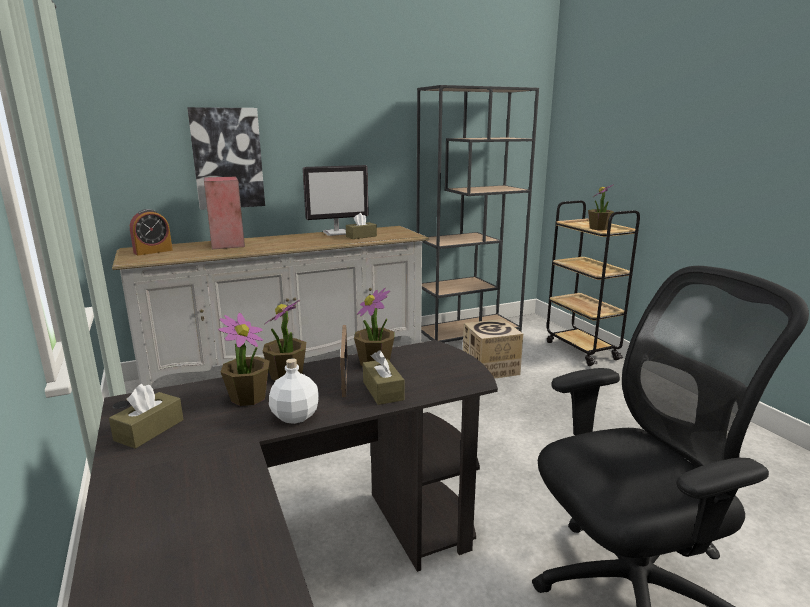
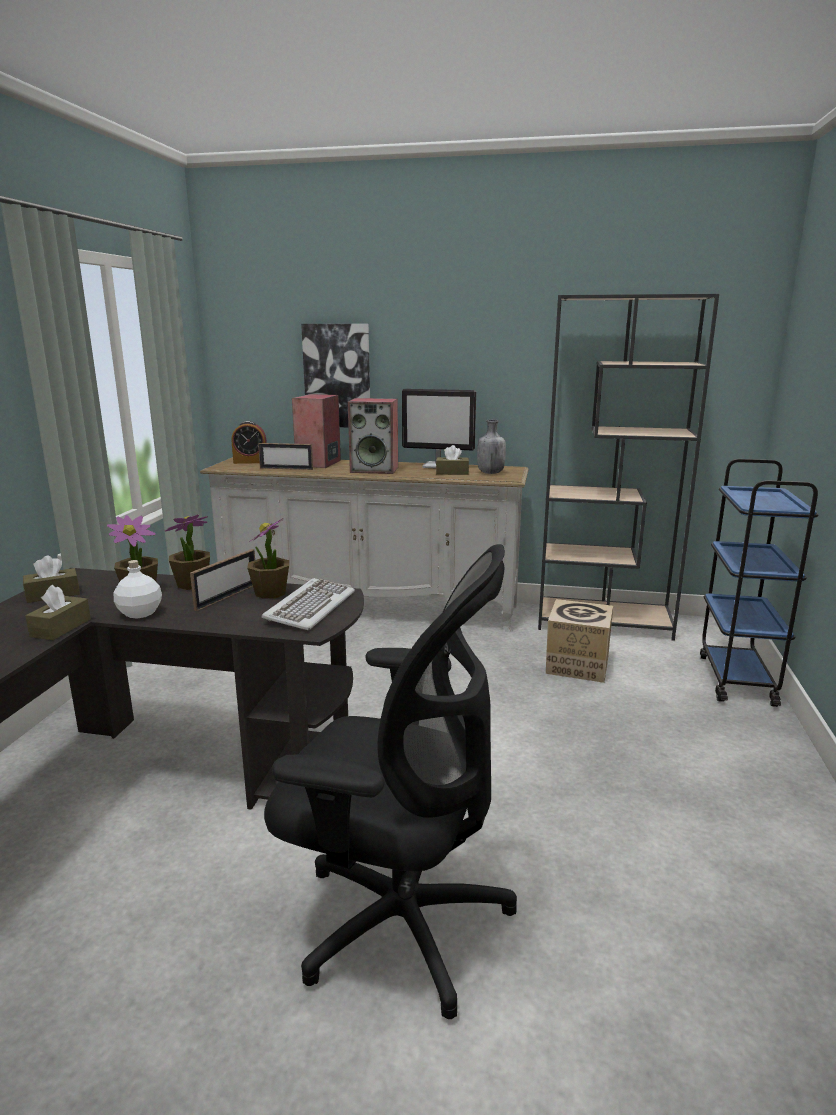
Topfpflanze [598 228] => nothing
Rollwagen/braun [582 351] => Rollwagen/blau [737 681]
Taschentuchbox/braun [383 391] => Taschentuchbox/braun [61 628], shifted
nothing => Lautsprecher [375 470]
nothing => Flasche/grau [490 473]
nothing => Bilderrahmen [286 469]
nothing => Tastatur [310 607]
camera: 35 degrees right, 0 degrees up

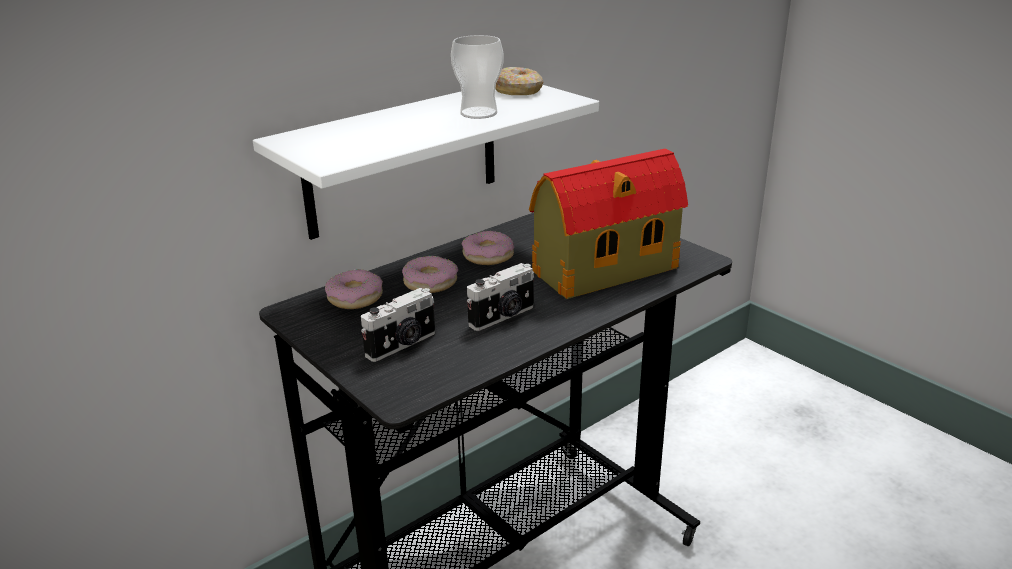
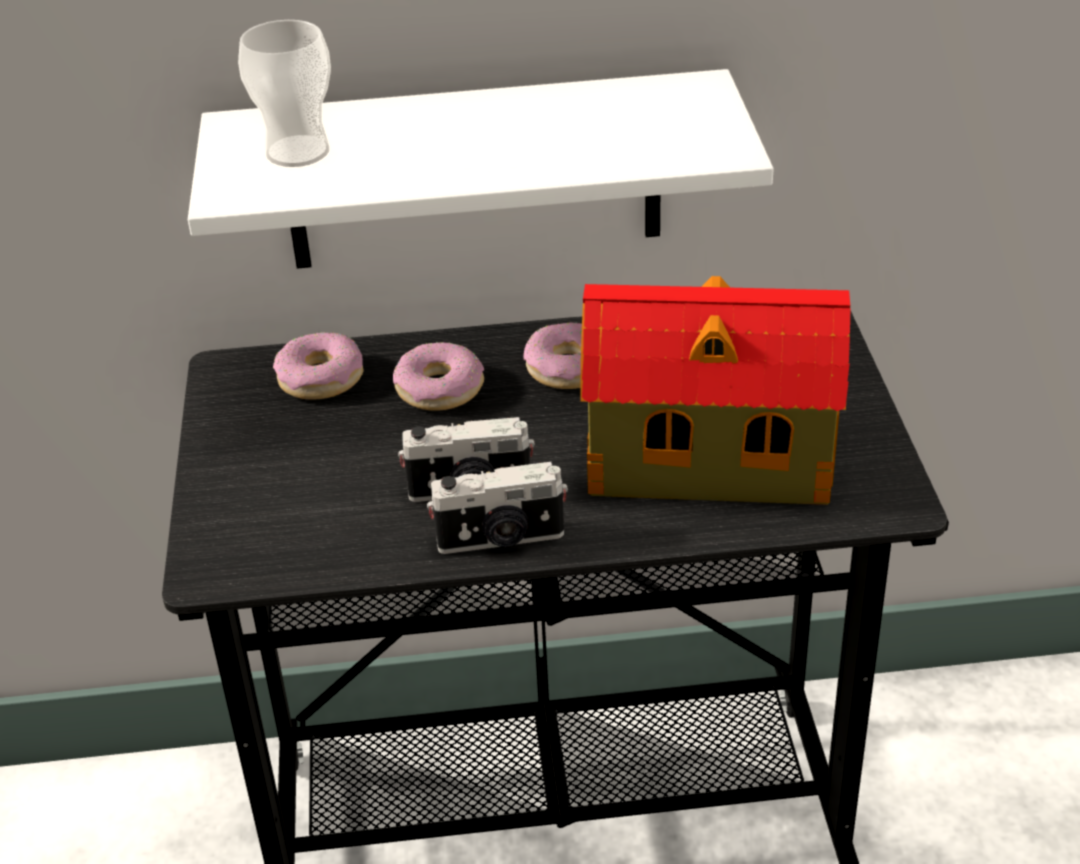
Tasse [478 113] => Tasse [297 152], shifted
Donut [518 90] => nothing
Kamera [403 345] => Kamera [501 540], shifted
camera: 35 degrees right, 10 degrees up

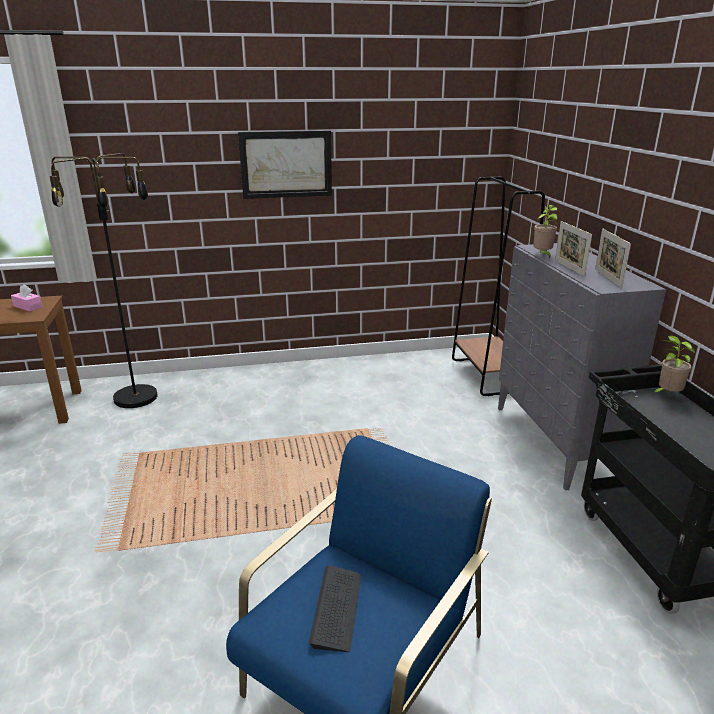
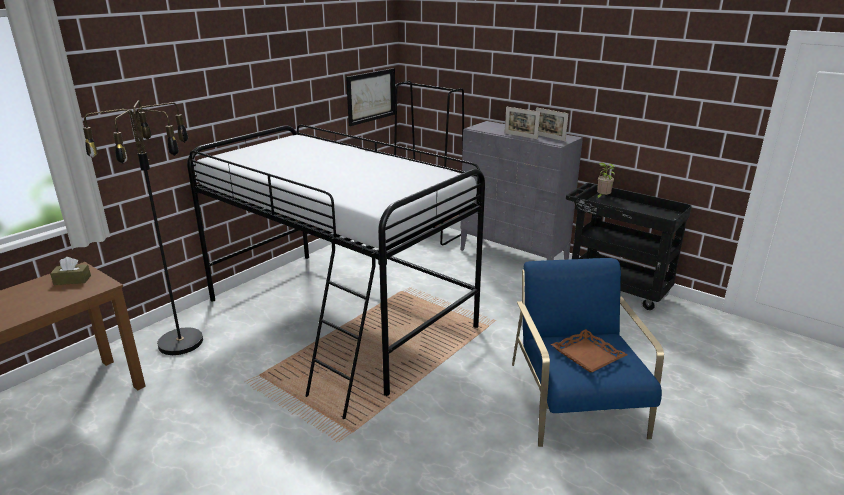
Bild [286 164] => Bild [371 96], shifted
Topfpflanze [542 255] => nothing
Taschentuchbox/rosa [28 306] => Taschentuchbox/braun [72 280]
Tastatur [336 609] => Tablett/braun [587 355]
nothing => Bett/schwarz [339 315]
camera: 40 degrees left, 0 degrees up

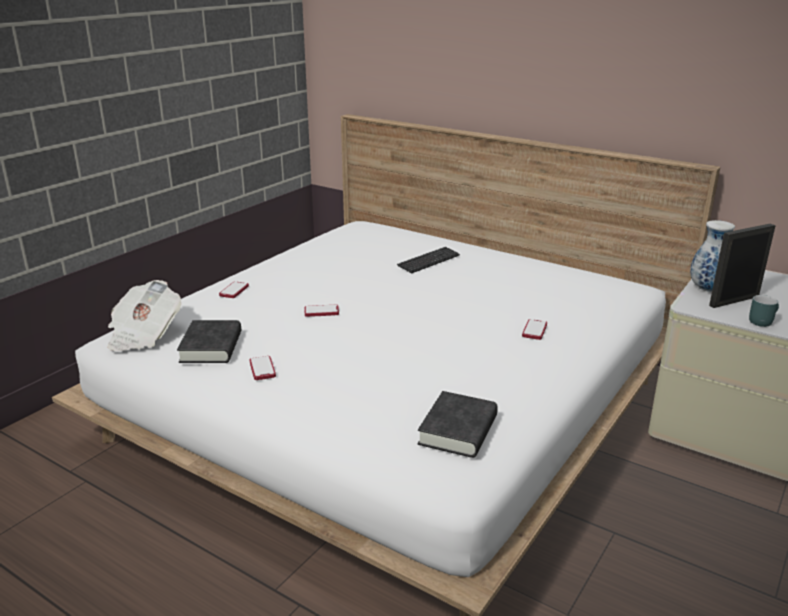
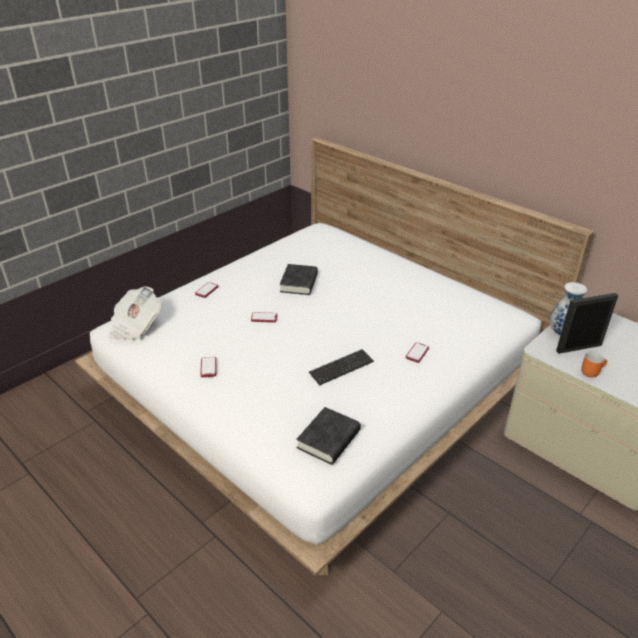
Tastatur [428 261] => Tastatur [341 368], shifted
Henkelbecher/türkis [761 321] => Henkelbecher/orange [591 371]
Buch/schwarz [211 347] => Buch/schwarz [299 283], shifted
camera: 10 degrees right, 10 degrees up

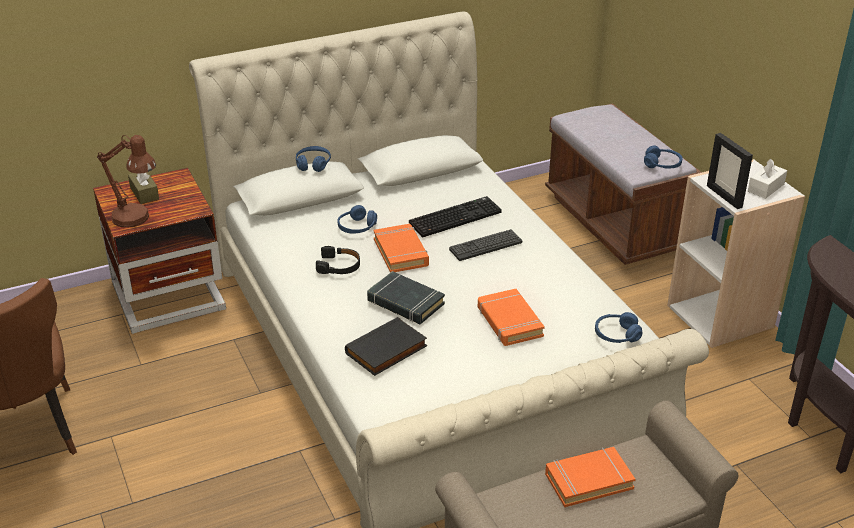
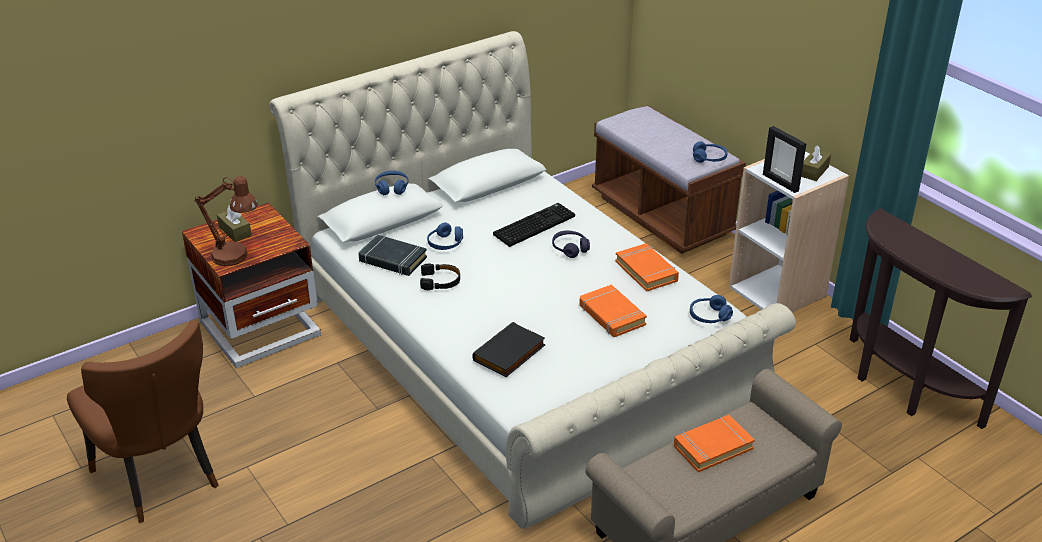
Taschentuchbox/weiß [766 188] => Taschentuchbox/braun [814 171]
Buch/orange [401 252] => Buch/orange [646 271], shifted
Tastatur [485 246] => Kopfhörer/lila [570 248]
Buch/schwarz [405 303] => Buch/schwarz [392 260], shifted
camera: 10 degrees left, 0 degrees up

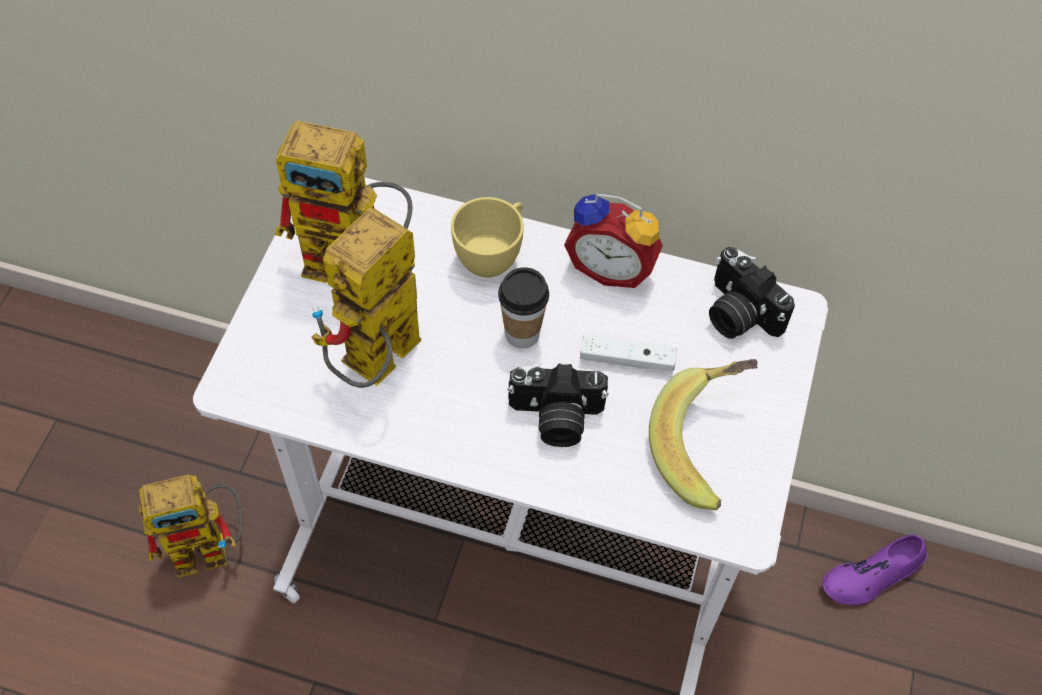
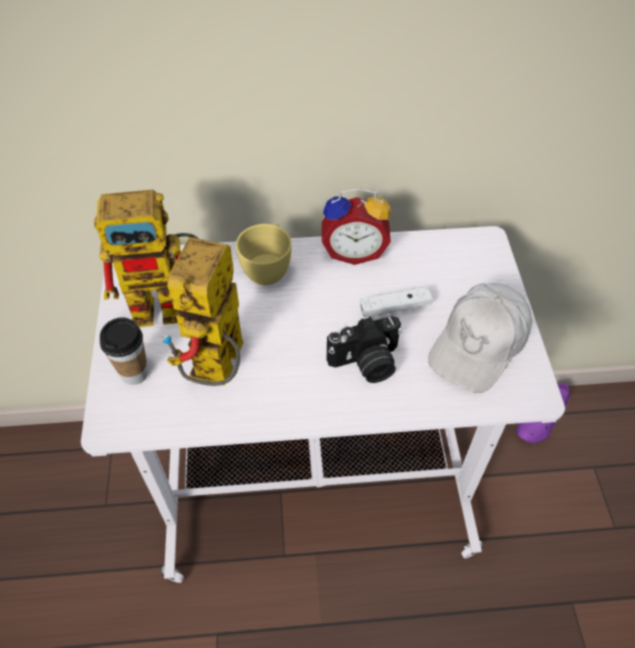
Kamera [737 314] => nothing
Tasse [522 334] => Tasse [134 373], shifted
Banane [708 444] => Kappe/weiß [479 344]
Spielzeugroboter [211 546] => nothing
camera: 20 degrees left, 5 degrees down

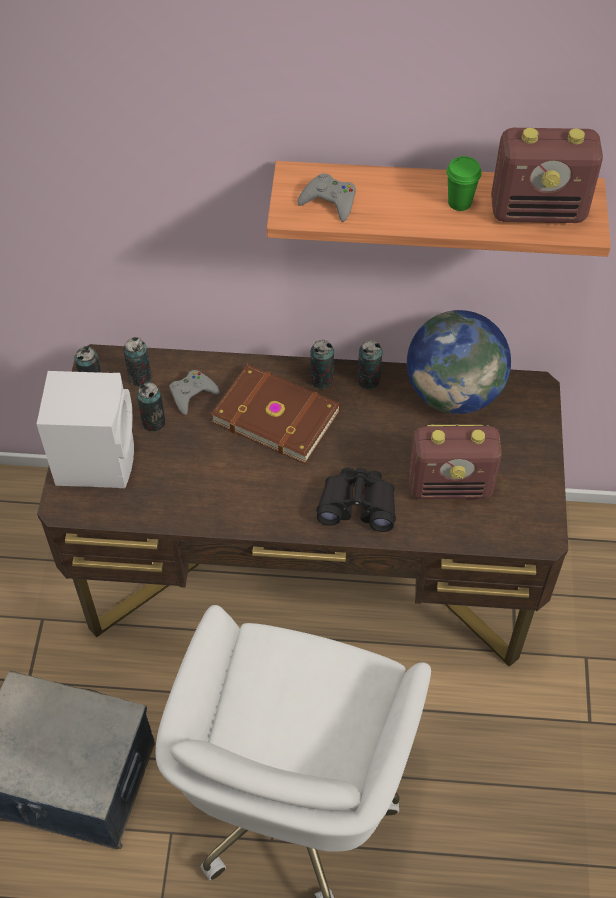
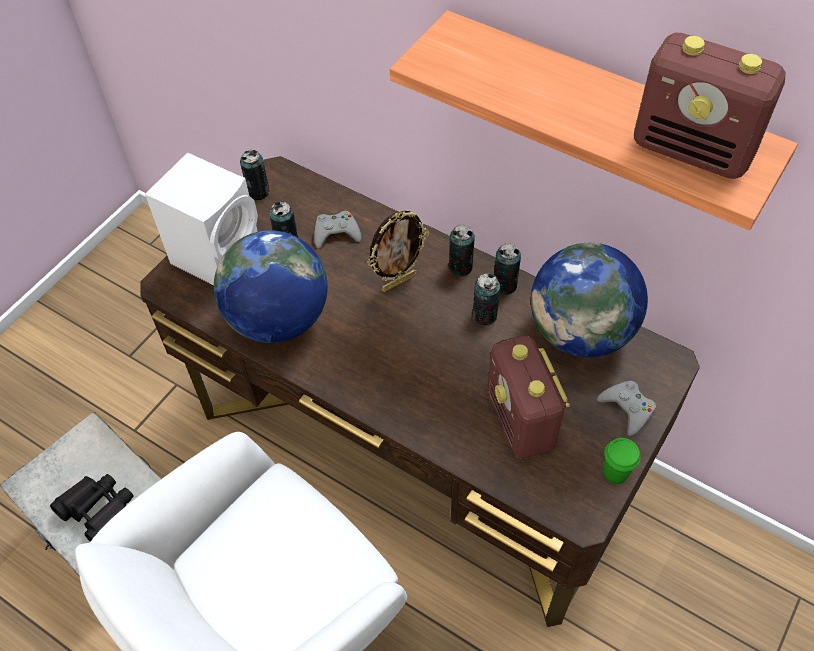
Tasse/grün [459 203] => Tasse/grün [615 473], shifted
Gamepad/grau [329 201] => Gamepad/grau [627 409], shifted
Dose [140 378] => Dose [484 316], shifted
Buch/braun [276 414] => Bilderrahmen [398 282]
Radio [451 485] => Radio [521 421], 45 degrees clockwise
Fernglas/schwarz [357 505] => Fernglas/schwarz [99 512], shifted
nothing => Globus [278 319]
camera: 30 degrees right, 0 degrees up

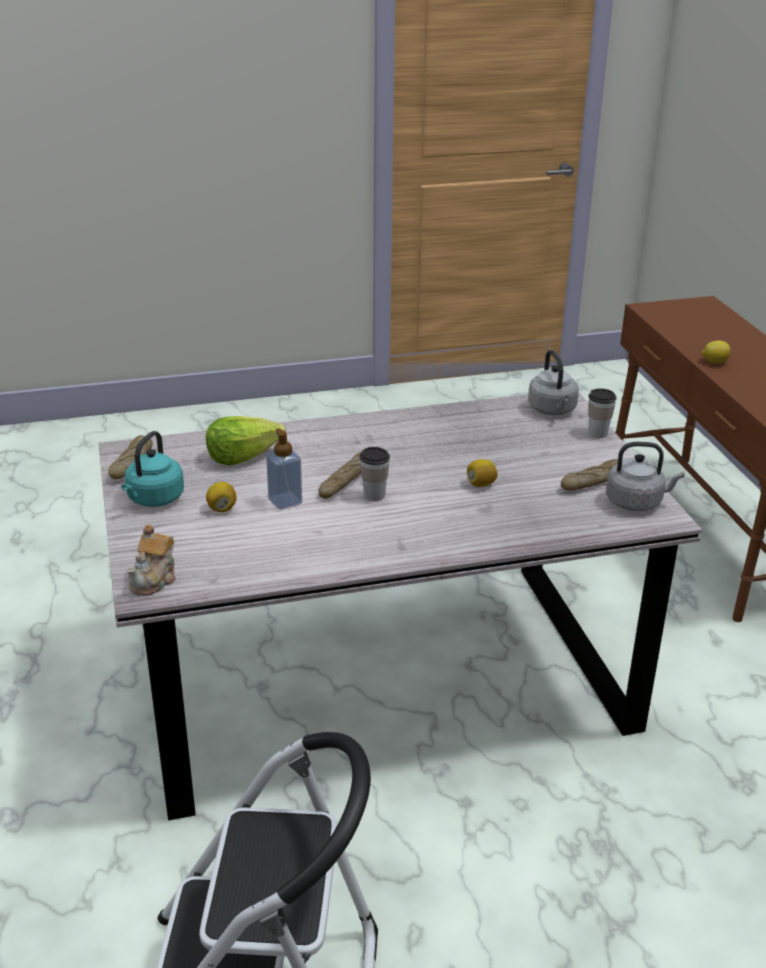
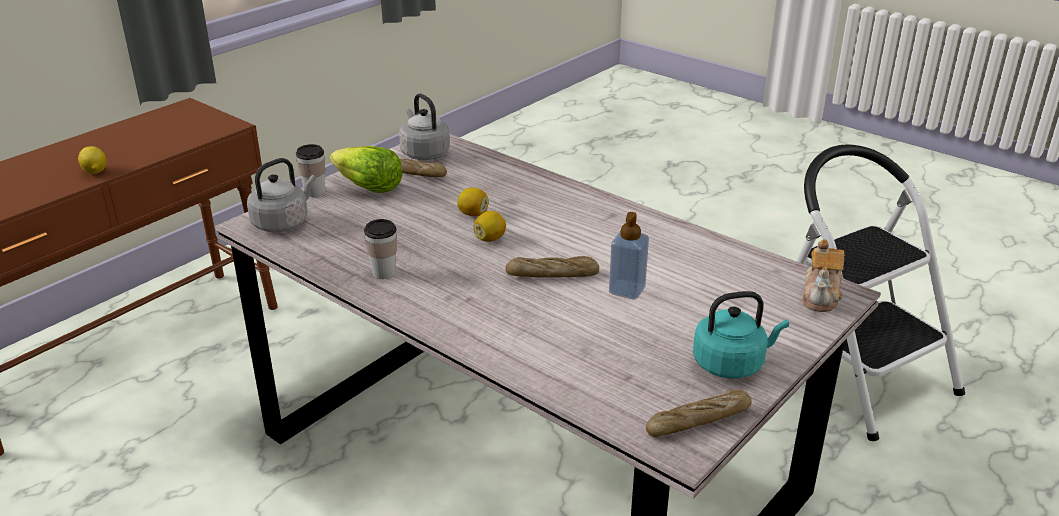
Salatkopf [242 456] => Salatkopf [367 187], shifted
Tasse [374 495] => Tasse [384 273], shifted
Zitrone [222 508] => Zitrone [490 238], shifted
Teekanne [154 580] => Teekanne [821 296], 120 degrees clockwise
camera: 125 degrees left, 0 degrees up

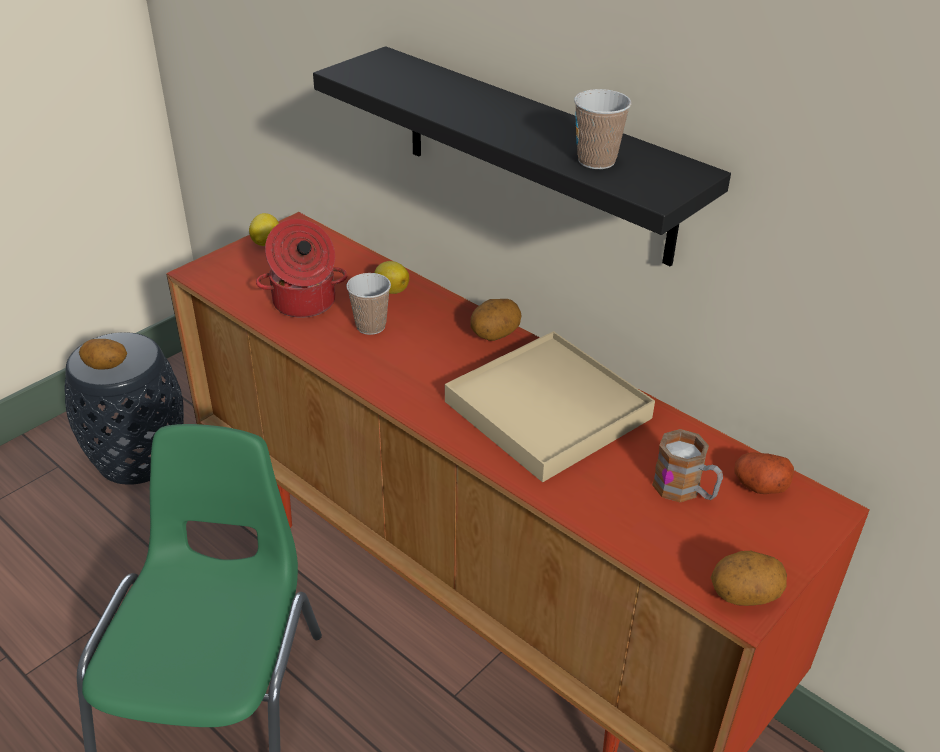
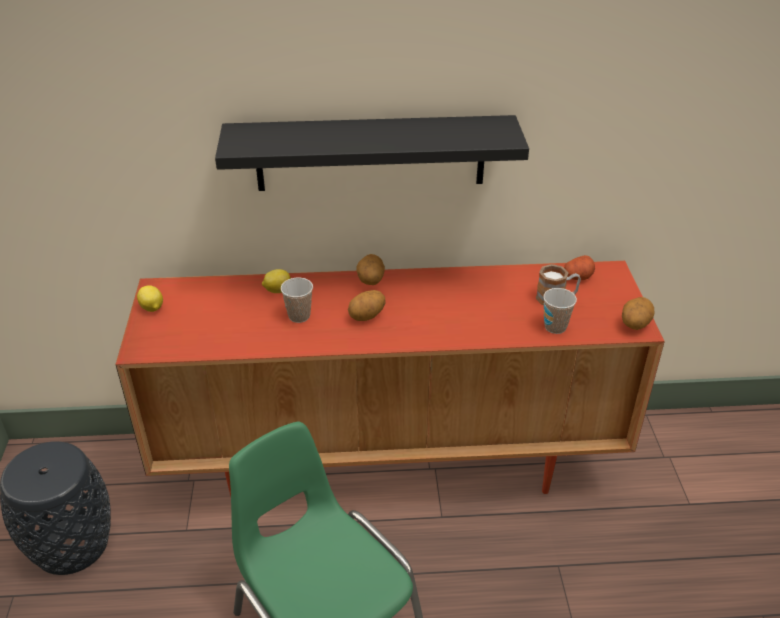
Tasse [596 161] => Tasse [555 327], shifted
Kochtopf [304 303] => nothing
Tablett/beige [547 410] => nothing
Kartoffel [106 367] => Kartoffel [367 317], shifted
camera: 45 degrees left, 0 degrees up

